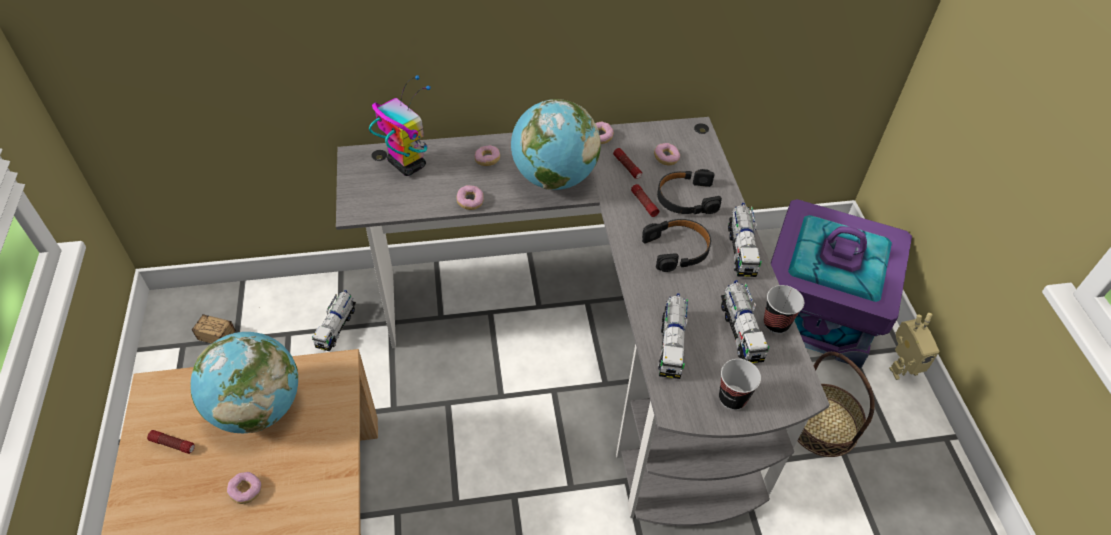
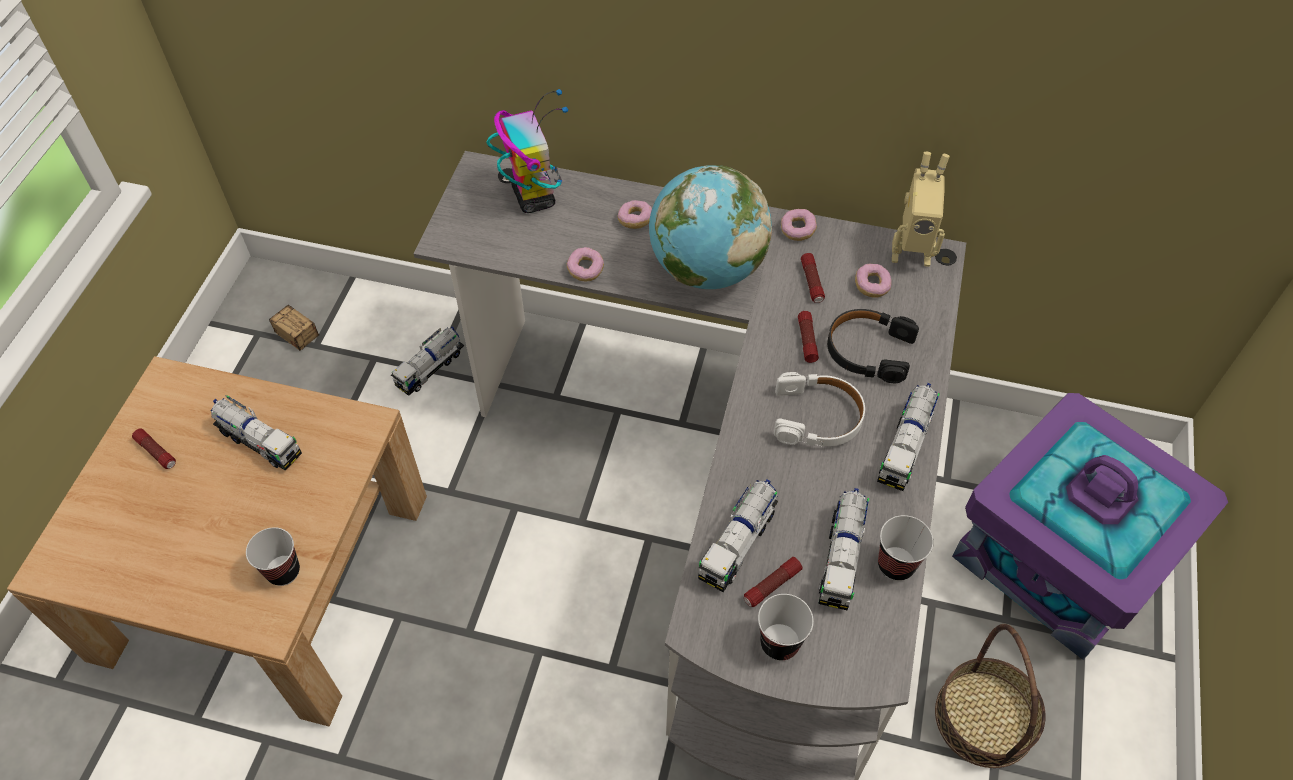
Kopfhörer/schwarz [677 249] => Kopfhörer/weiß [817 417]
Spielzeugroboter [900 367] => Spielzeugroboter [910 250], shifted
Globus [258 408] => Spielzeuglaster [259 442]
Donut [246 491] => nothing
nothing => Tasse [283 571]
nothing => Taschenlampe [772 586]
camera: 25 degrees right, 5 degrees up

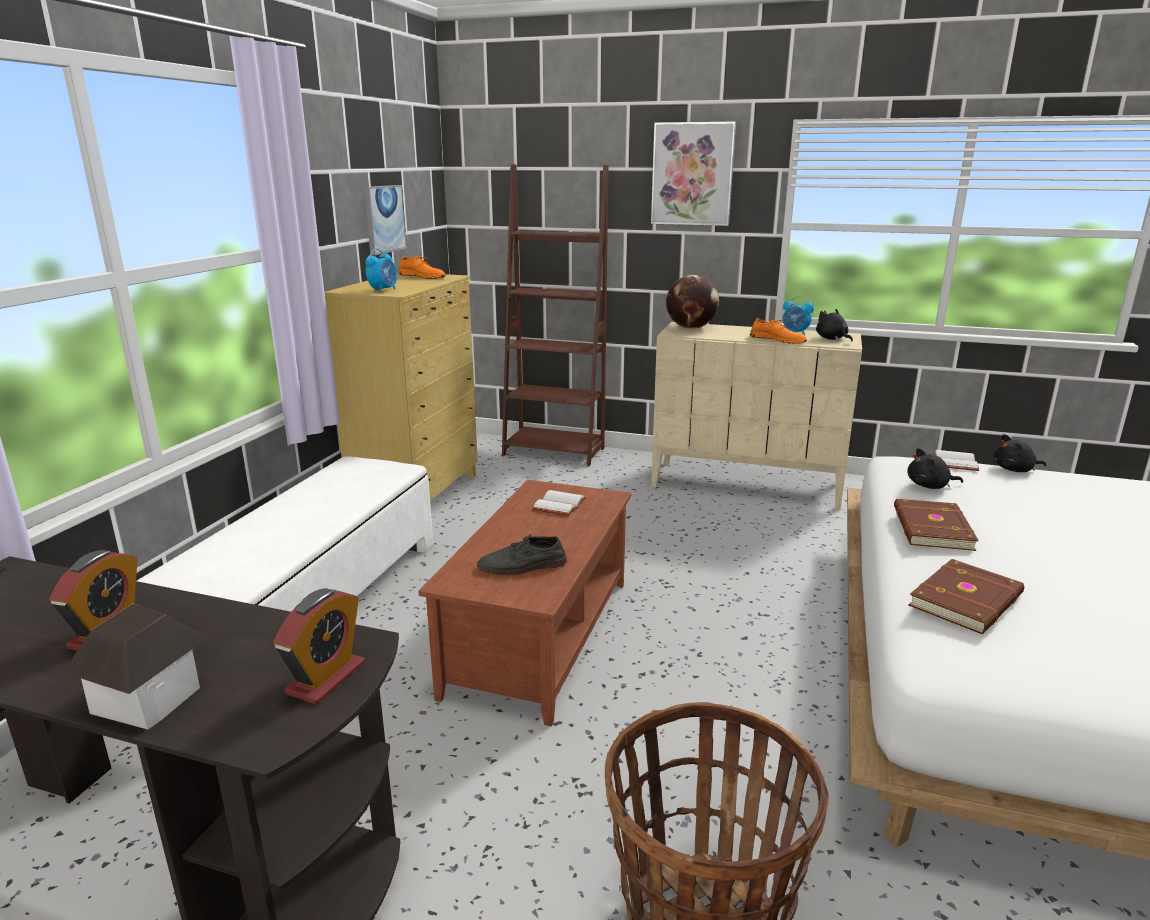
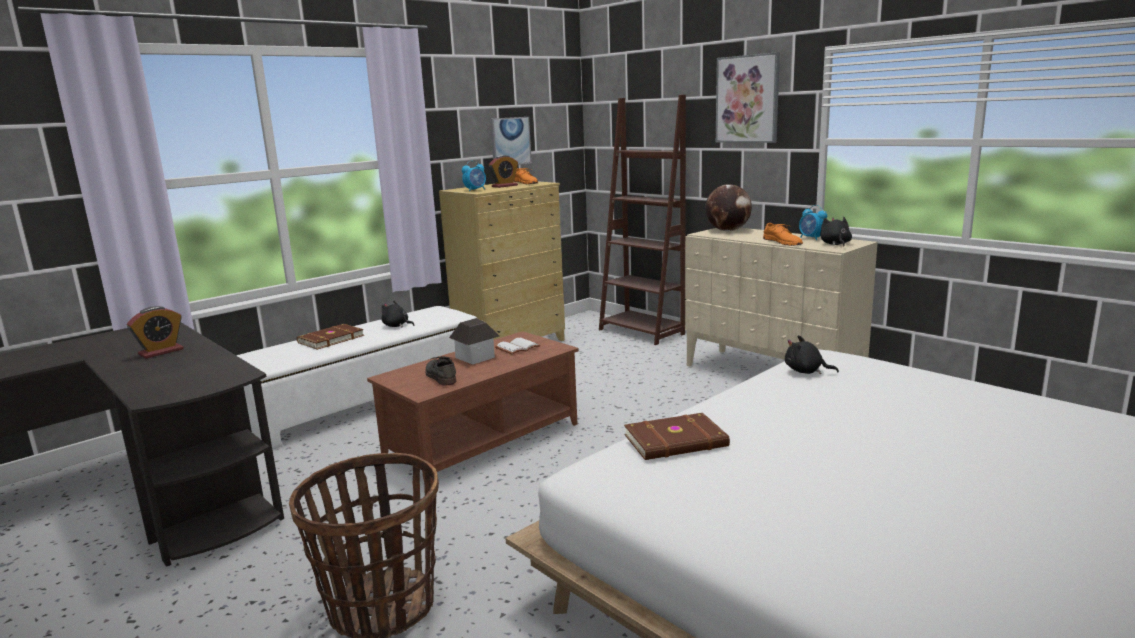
Plüschtier/schwarz [1015 470] => Plüschtier/schwarz [397 326], shifted
Buch/weiß [953 462] => nothing
Buch/braun [930 528] => Buch/braun [330 339], shifted
Schuh/grau [522 566] => Schuh/grau [440 376], 45 degrees clockwise
Wecker [326 678] => Wecker [504 186], shifted
Spielzeughaus [148 699] => Spielzeughaus [475 357], shifted
camera: 30 degrees right, 5 degrees down

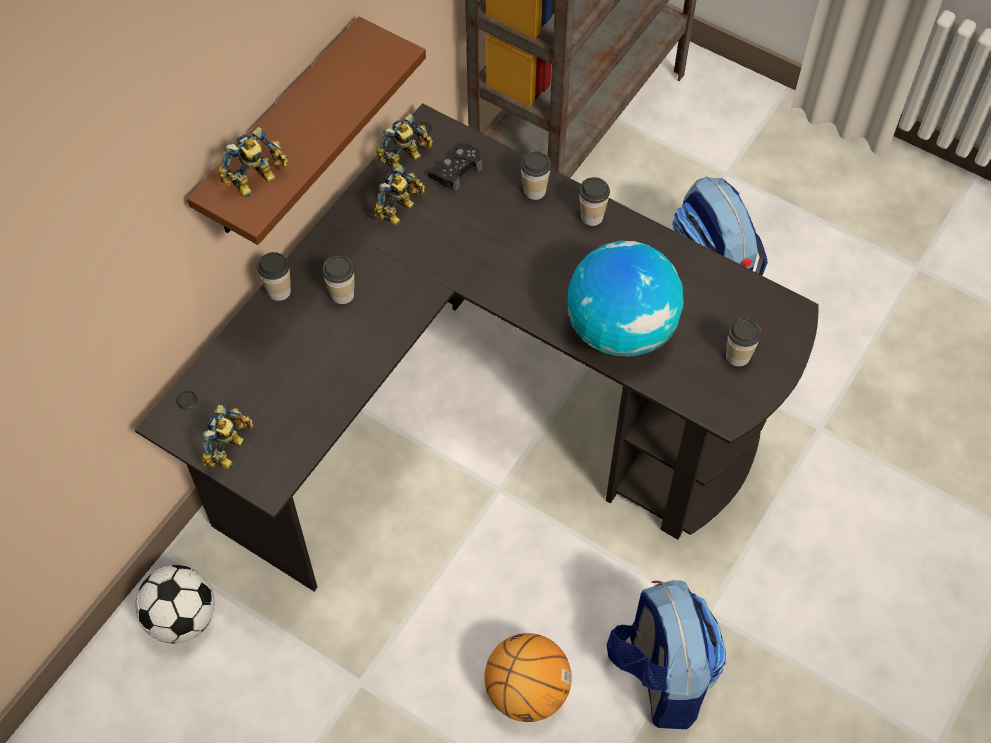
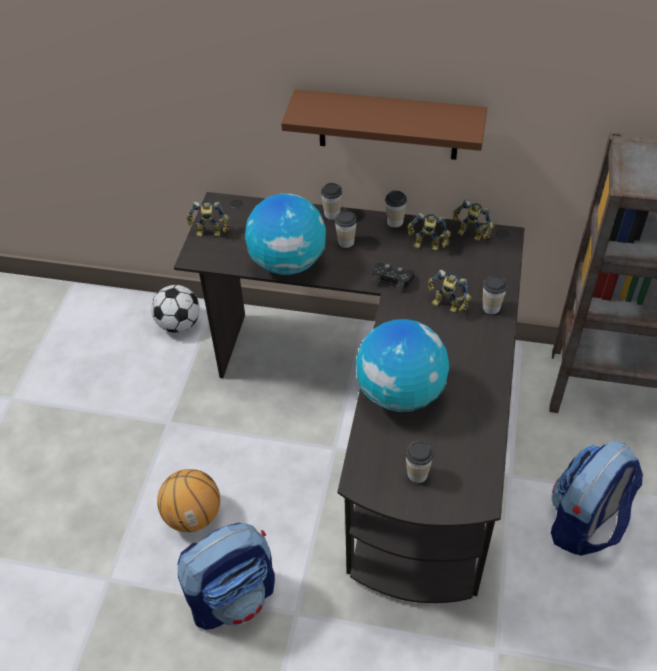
Spielzeugroboter [257 182] => Spielzeugroboter [446 306], shifted
Gamepad/schwarz [456 171] => Gamepad/schwarz [392 279], shifted
Tasse [592 216] => Tasse [395 222], shifted
nothing => Globus [288 263]
camera: 70 degrees right, 10 degrees down

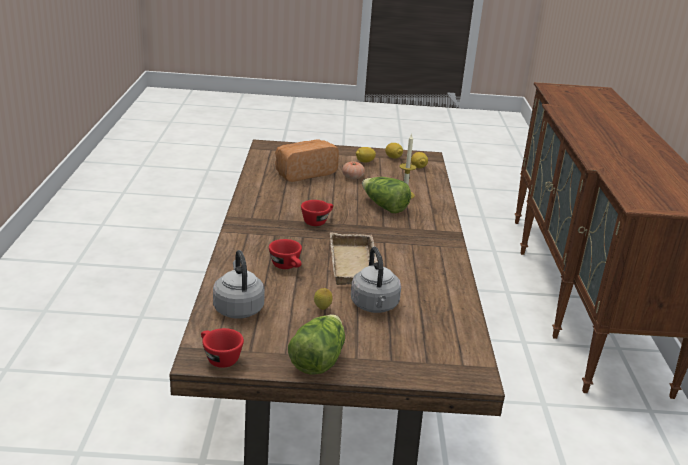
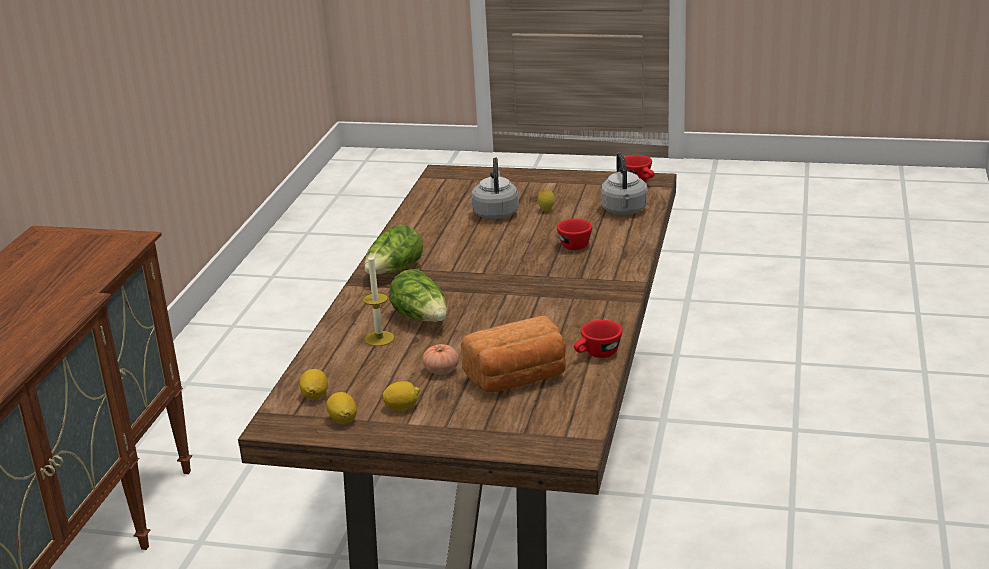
Tasse/rot [317 221] => Tasse/rot [597 354], shifted
Tablett/beige [356 265] => nothing
Salatkopf [317 359] => Salatkopf [394 271], shifted
camera: 165 degrees left, 0 degrees up

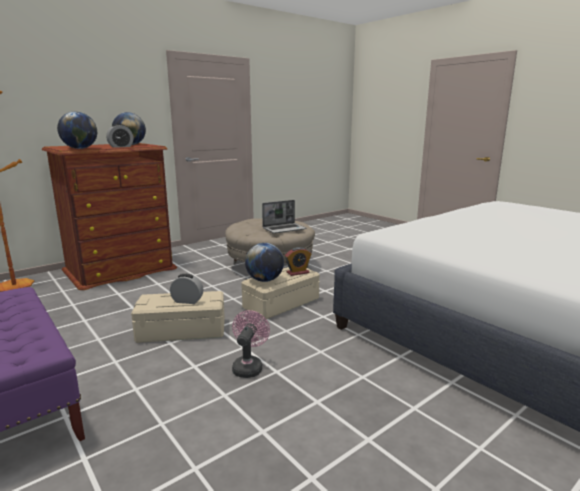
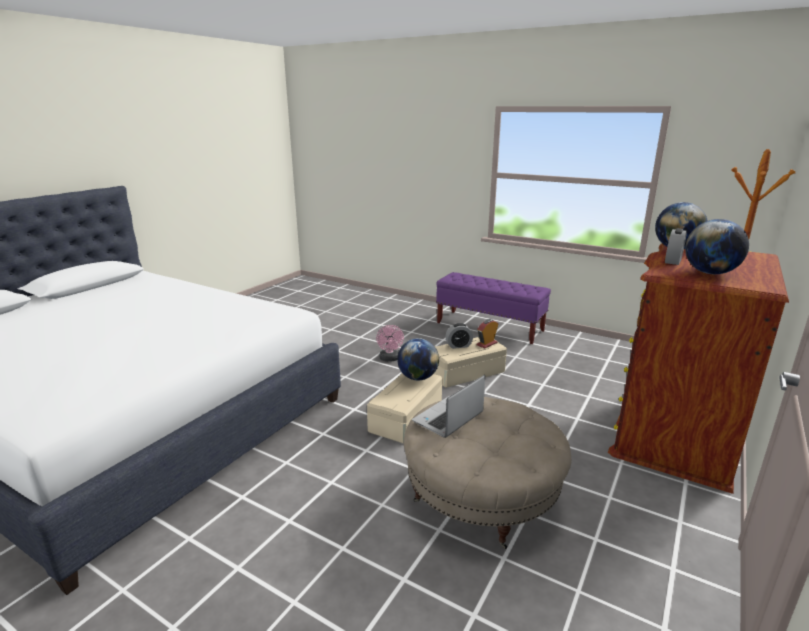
Wecker [298 272] => Wecker [486 344], shifted
camera: 160 degrees right, 5 degrees up

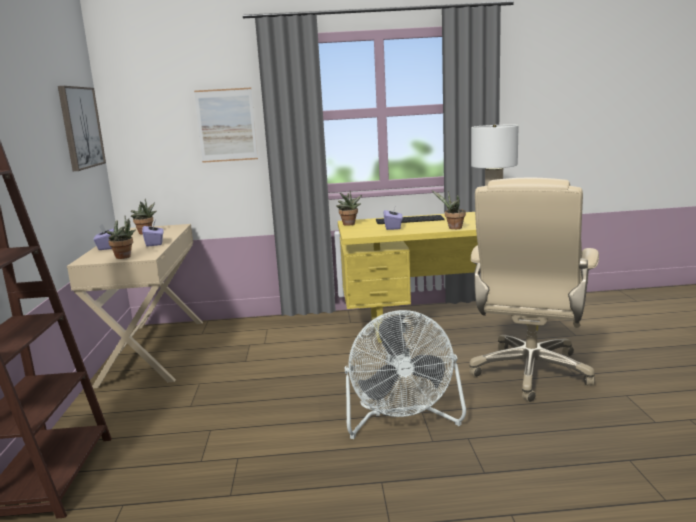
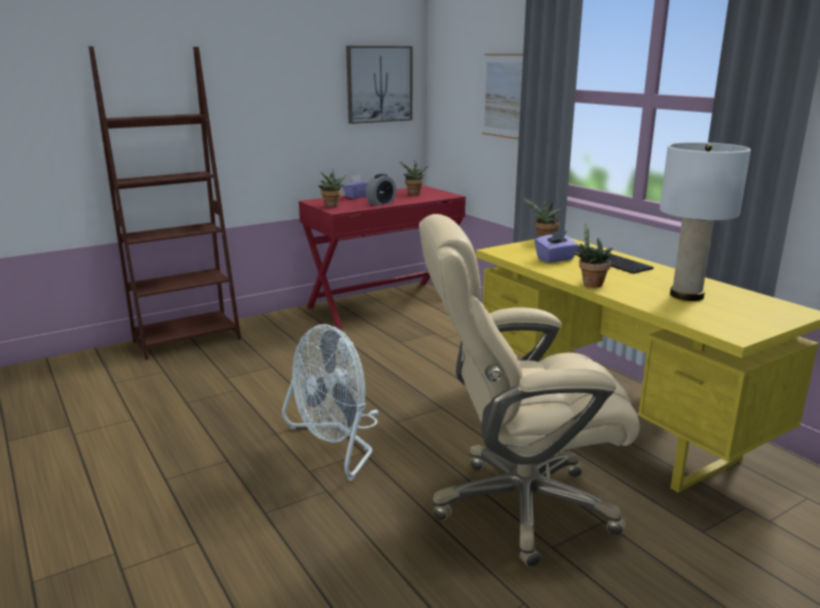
Taschentuchbox/lila [155 243] => Wecker [381 203]
Schreibtisch/beige [153 351] => Schreibtisch/rot [384 303]
camera: 60 degrees right, 5 degrees up

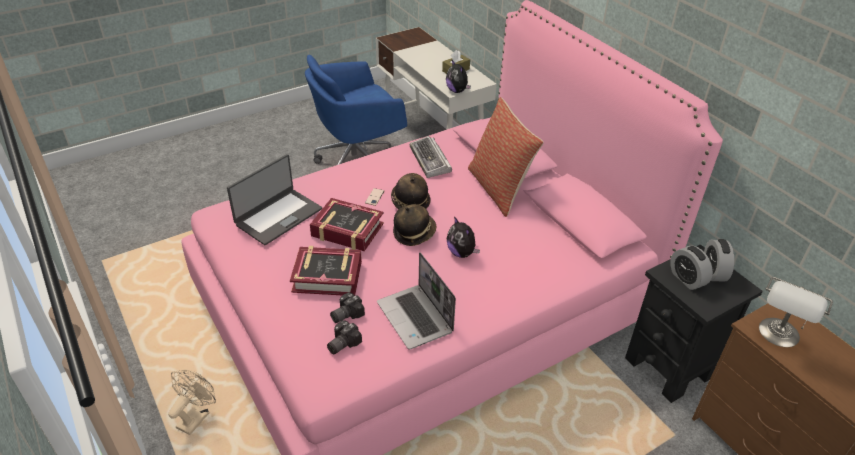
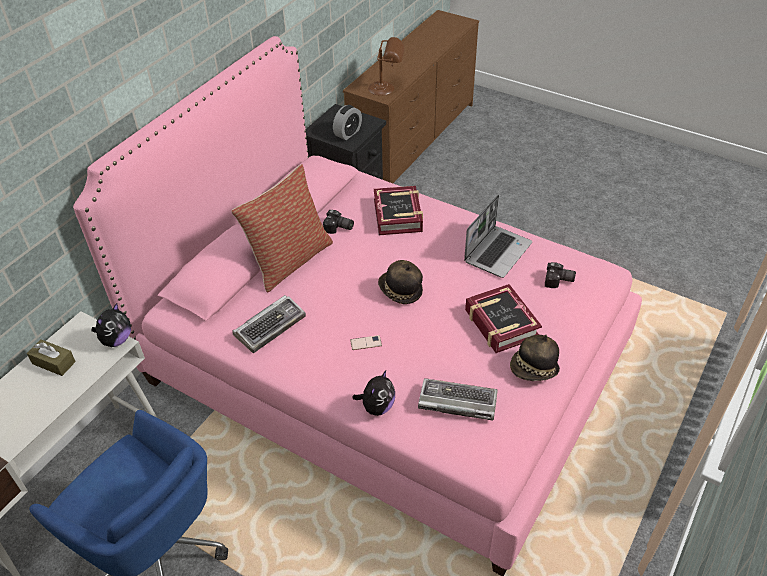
Laptop [278 216] => Tastatur [456 402]
Hut [410 202] => Hut [534 369], shifted
Buch [347 230] => Buch [398 215], shifted
Plüschtier [462 253] => Plüschtier [377 407], shifted
Wecker [713 272] => nothing
Tischlampe/weiß [778 338] => Tischlampe/braun [387 88]
Kamera [345 314] => Kamera [338 228], shifted
Ventilator/beige [196 416] => nothing
camera: 115 degrees left, 5 degrees up

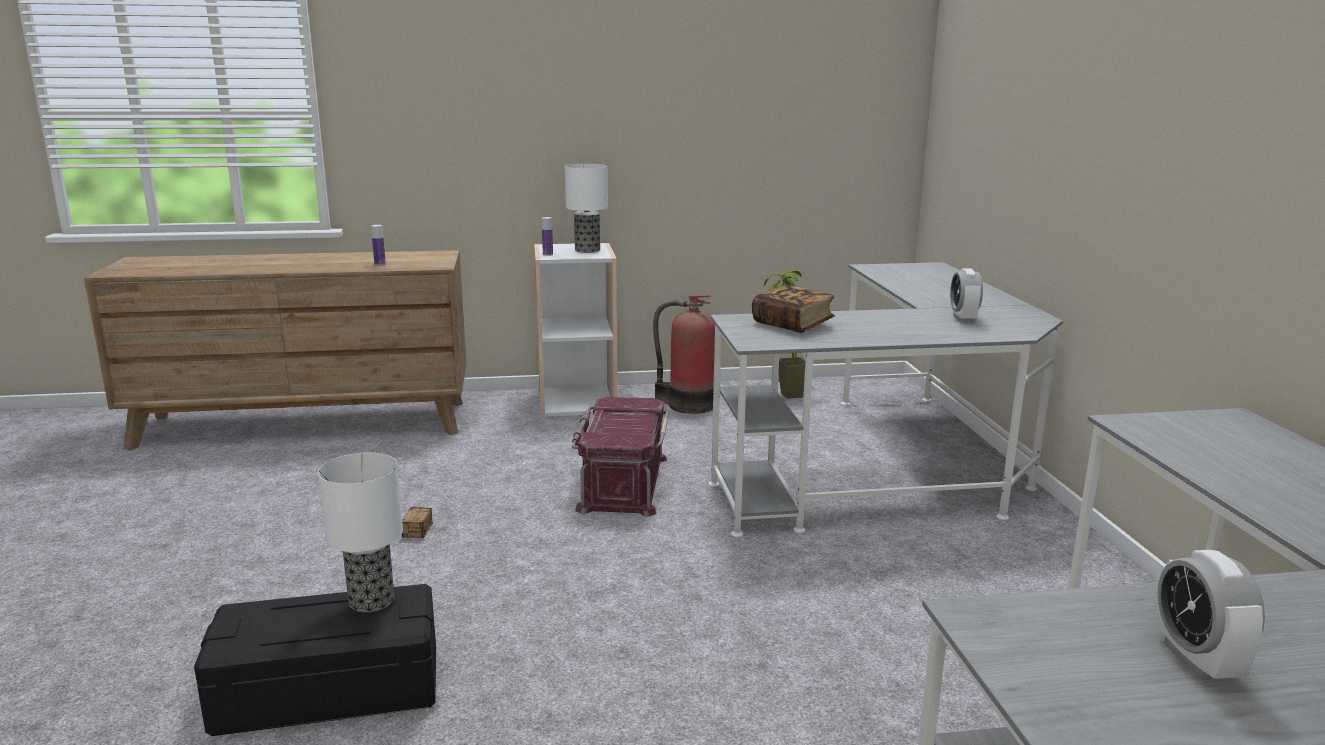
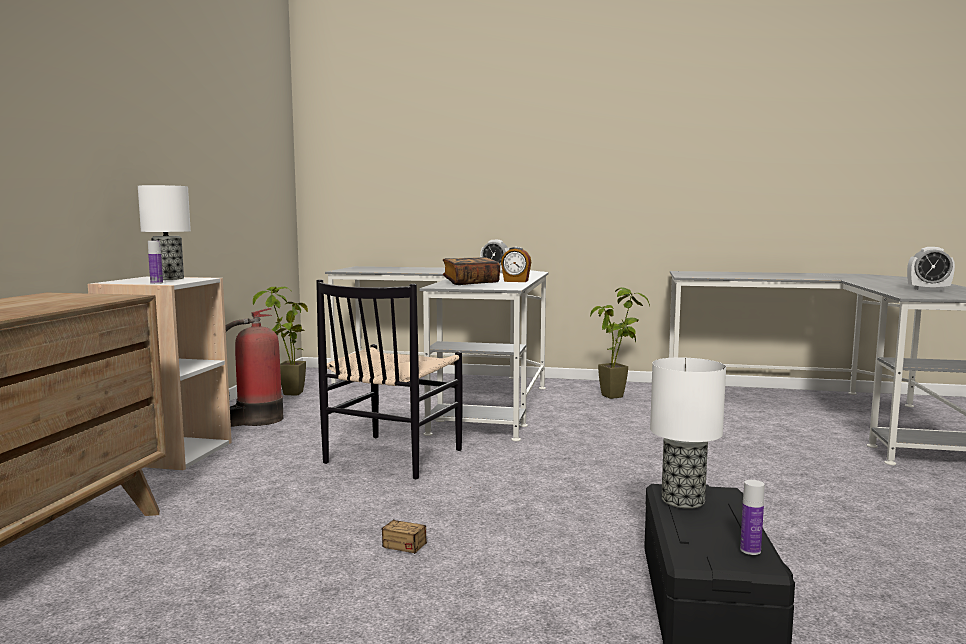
Flasche [380 264] => Flasche [750 550], shifted
Aufbewahrungsbox/rot [621 483] => Stuhl/schwarz [390 458]
nothing => Wecker [516 281]
nothing => Topfpflanze [620 396]
camera: 70 degrees left, 10 degrees down

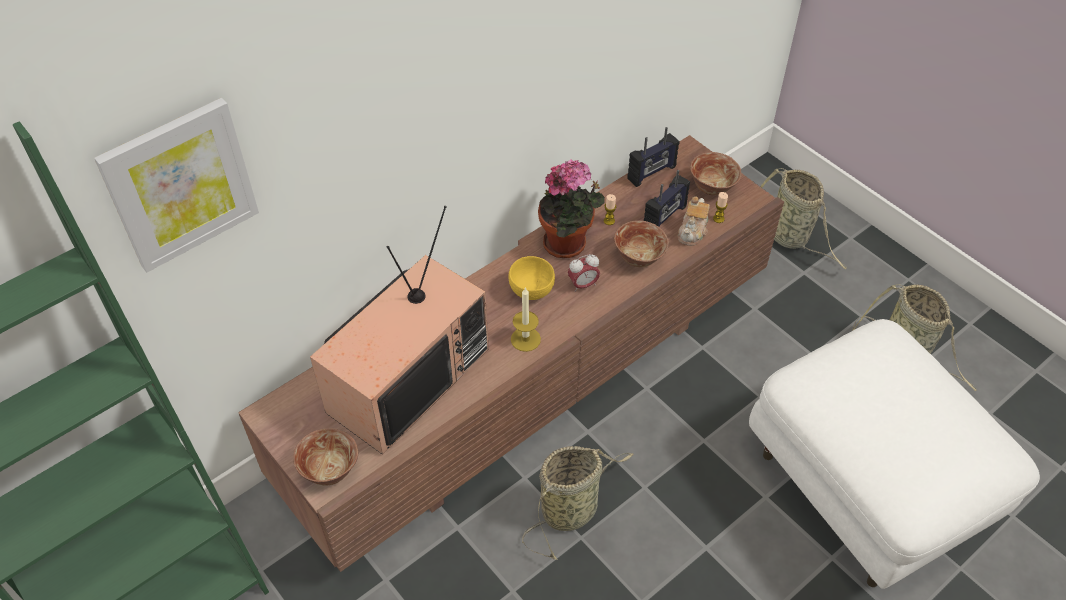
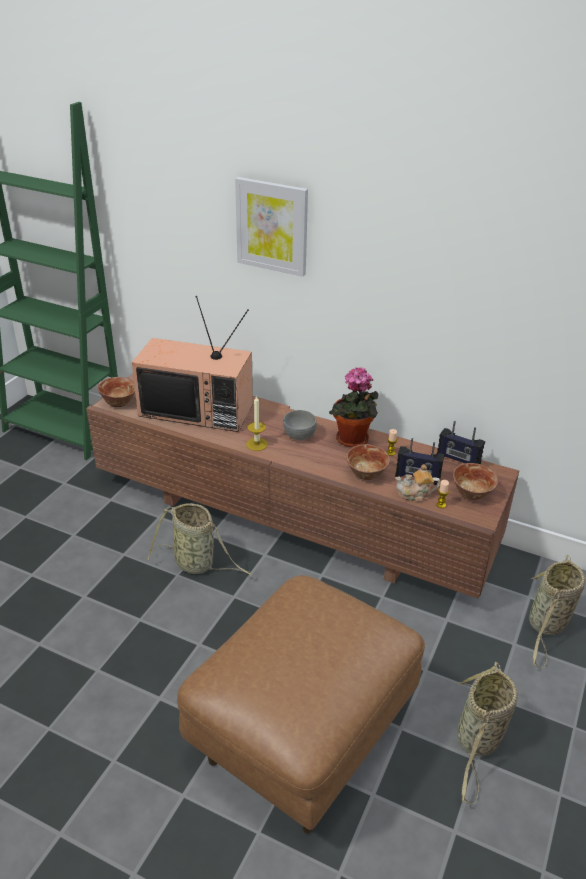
Bild [180 184] => Bild [272 226], shifted
Wecker [583 285] => nothing
Schüssel/gelb [531 290] => Schüssel/grau [299 436]
Polsterhocker/weiß [866 492] => Polsterhocker/braun [302 740]
camera: 65 degrees right, 15 degrees down

